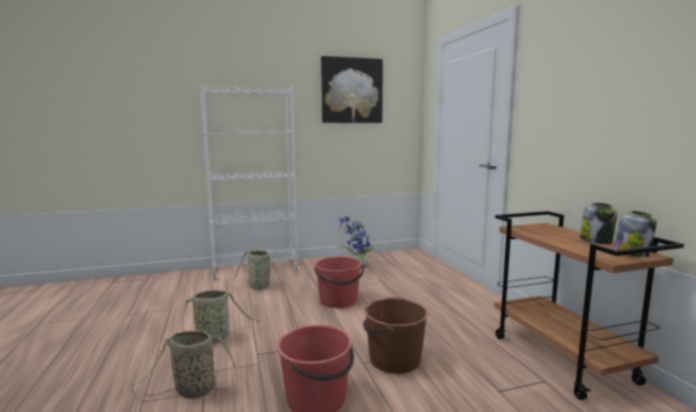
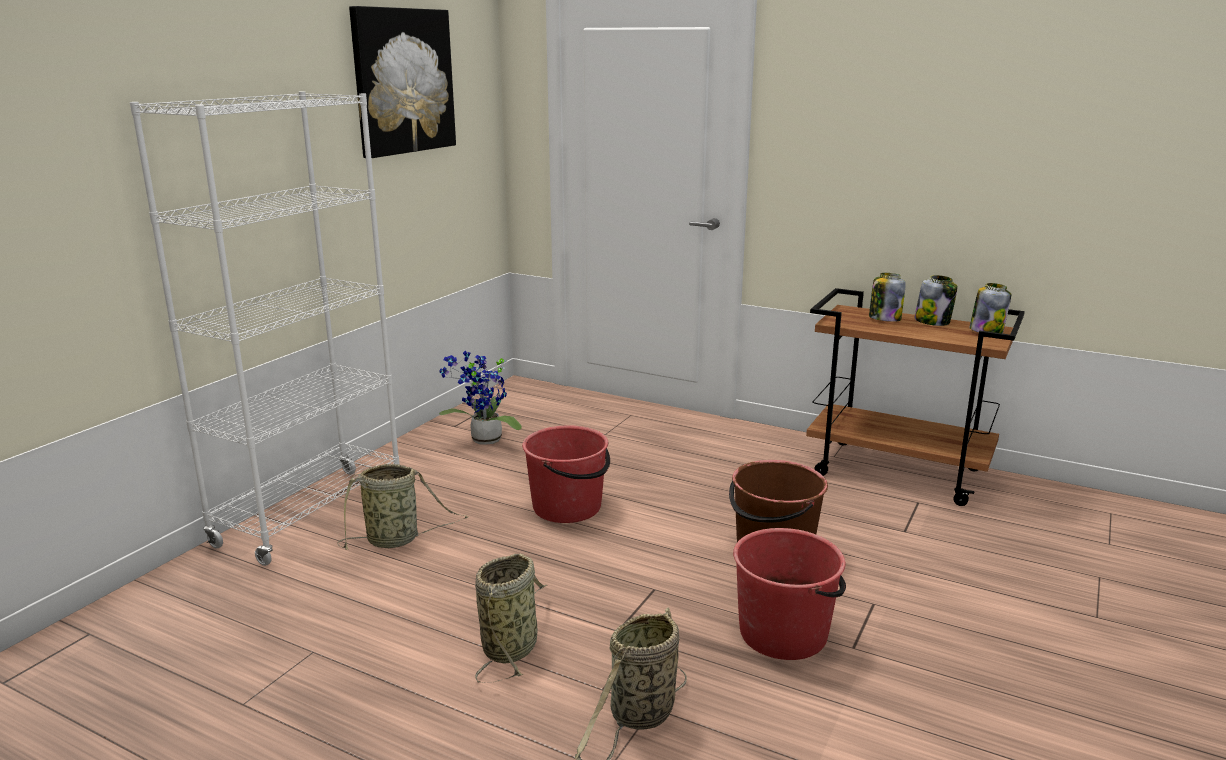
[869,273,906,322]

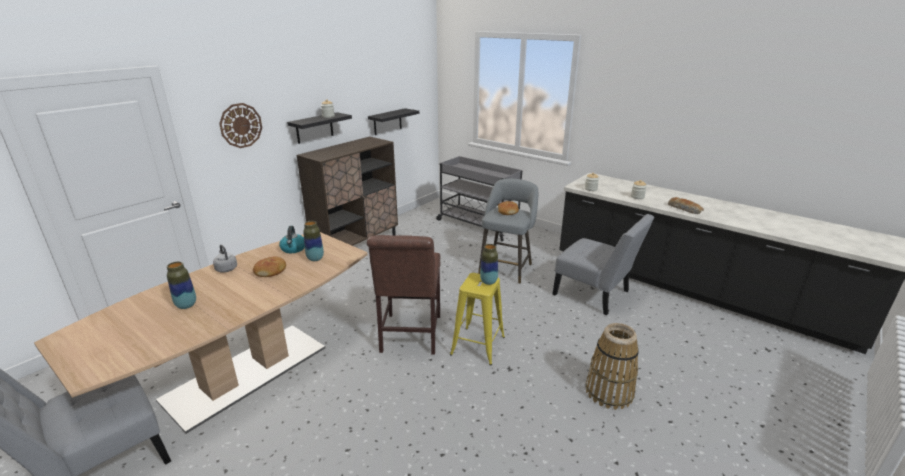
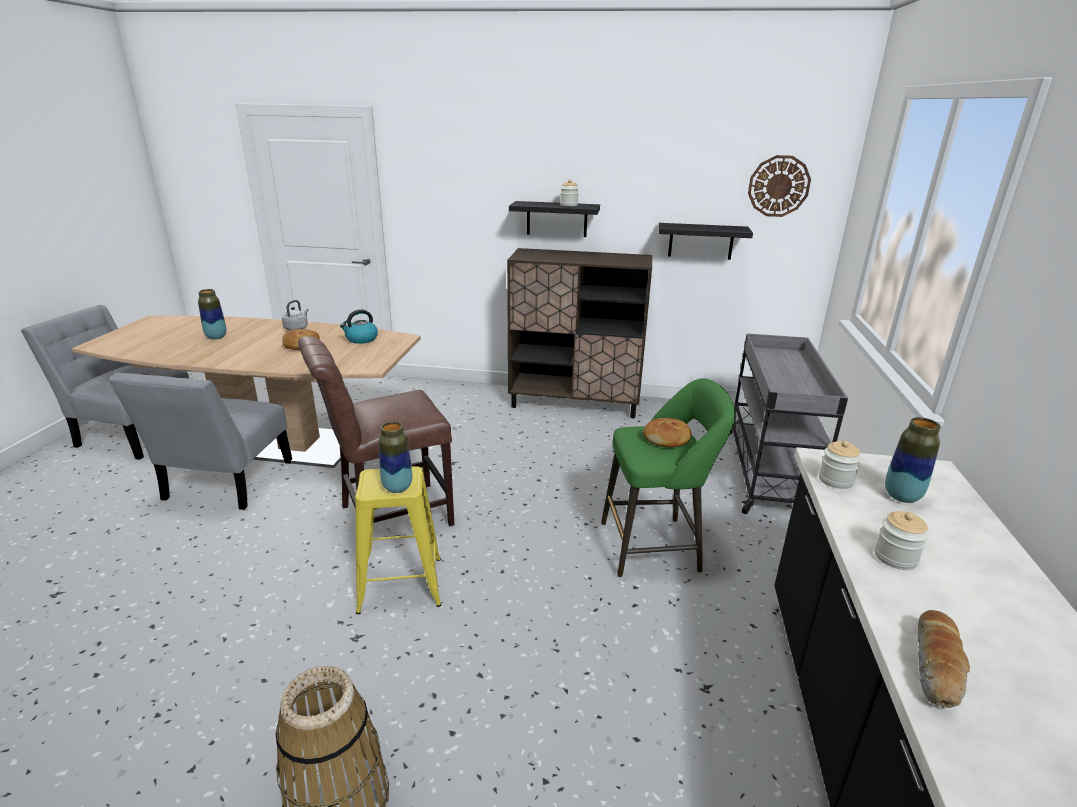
[748,155,811,217]
[885,417,941,503]
[601,378,735,577]
[108,372,292,510]

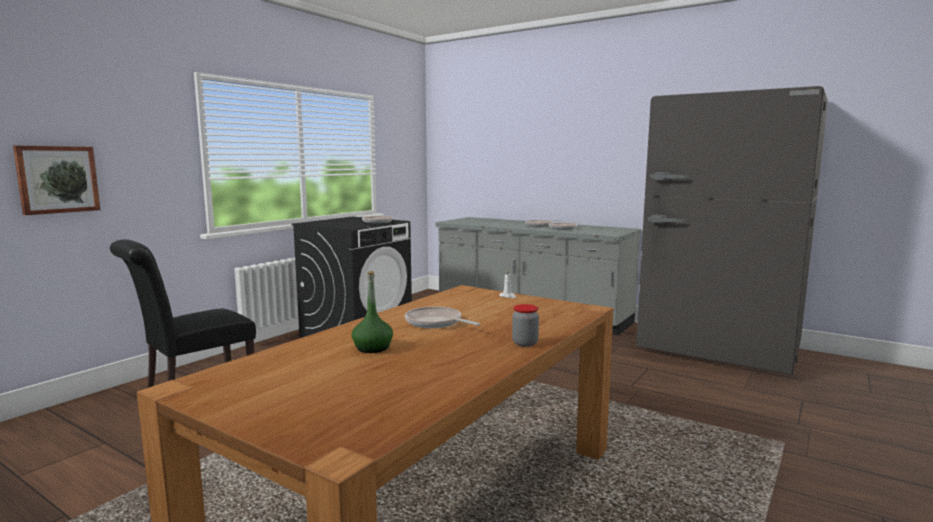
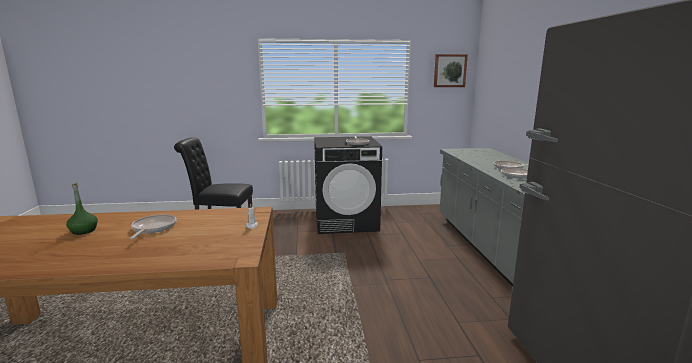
[434,54,468,87]
[512,304,539,347] (first image)

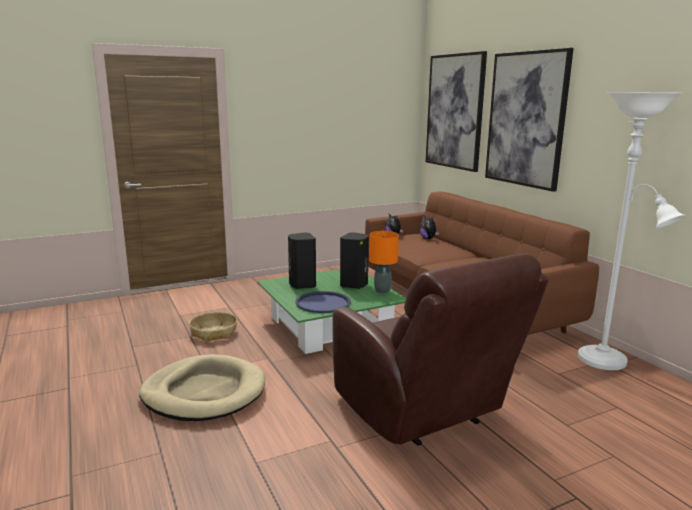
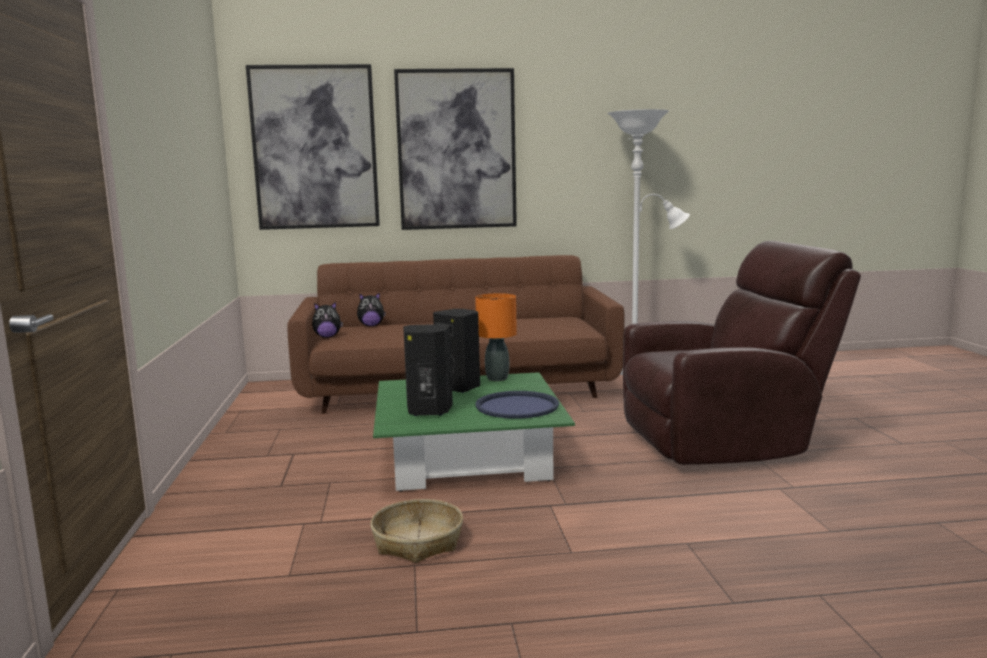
[139,354,265,421] (first image)

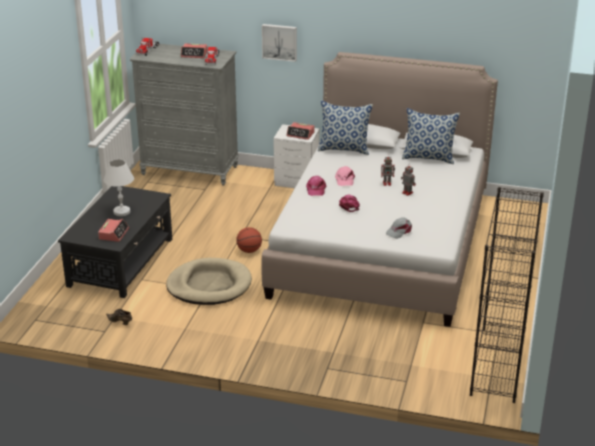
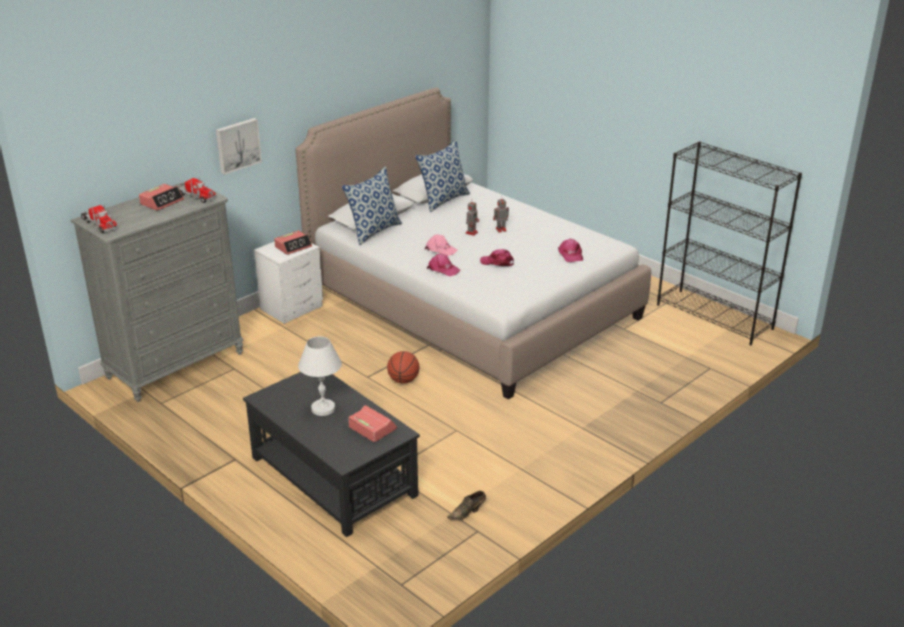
[166,258,252,305] (first image)
[558,239,583,262]

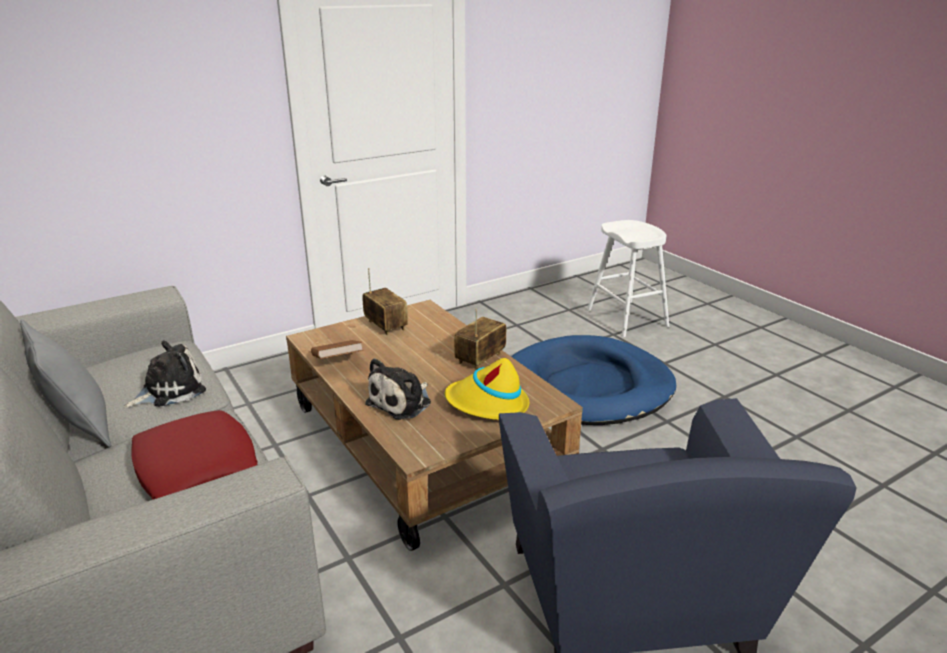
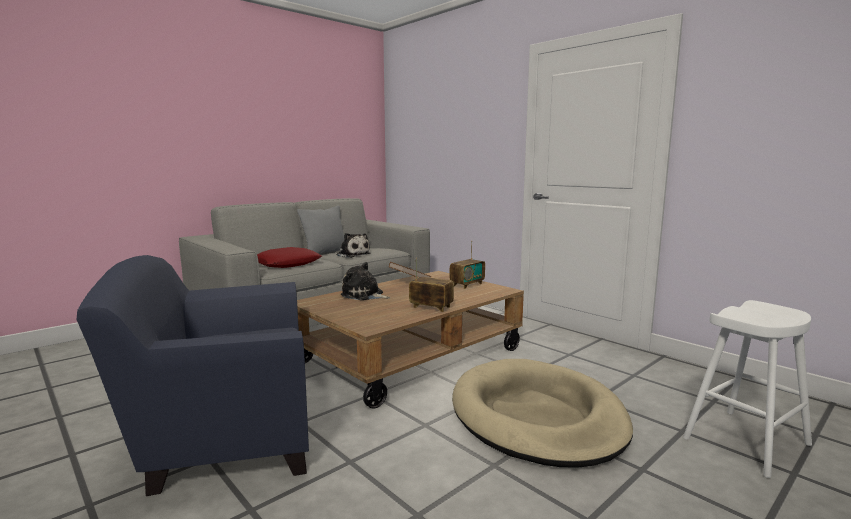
[445,358,529,420] (first image)
[452,359,633,468]

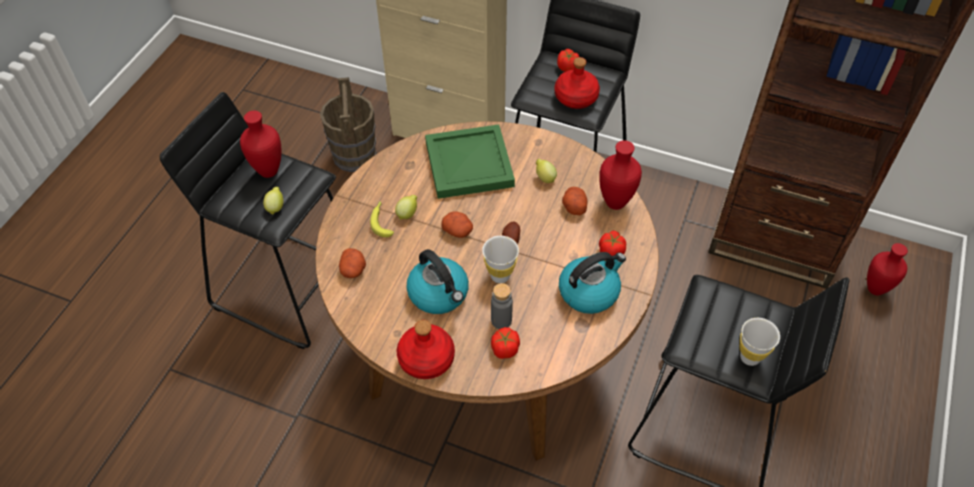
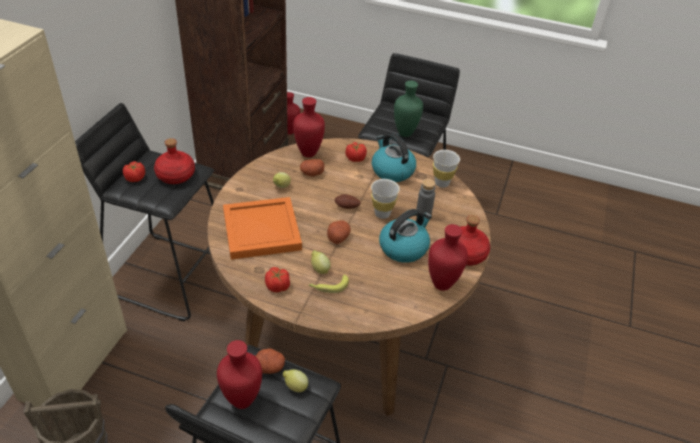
[255,348,285,374]
[223,197,302,260]
[265,267,290,292]
[433,150,460,188]
[394,81,423,137]
[428,224,468,291]

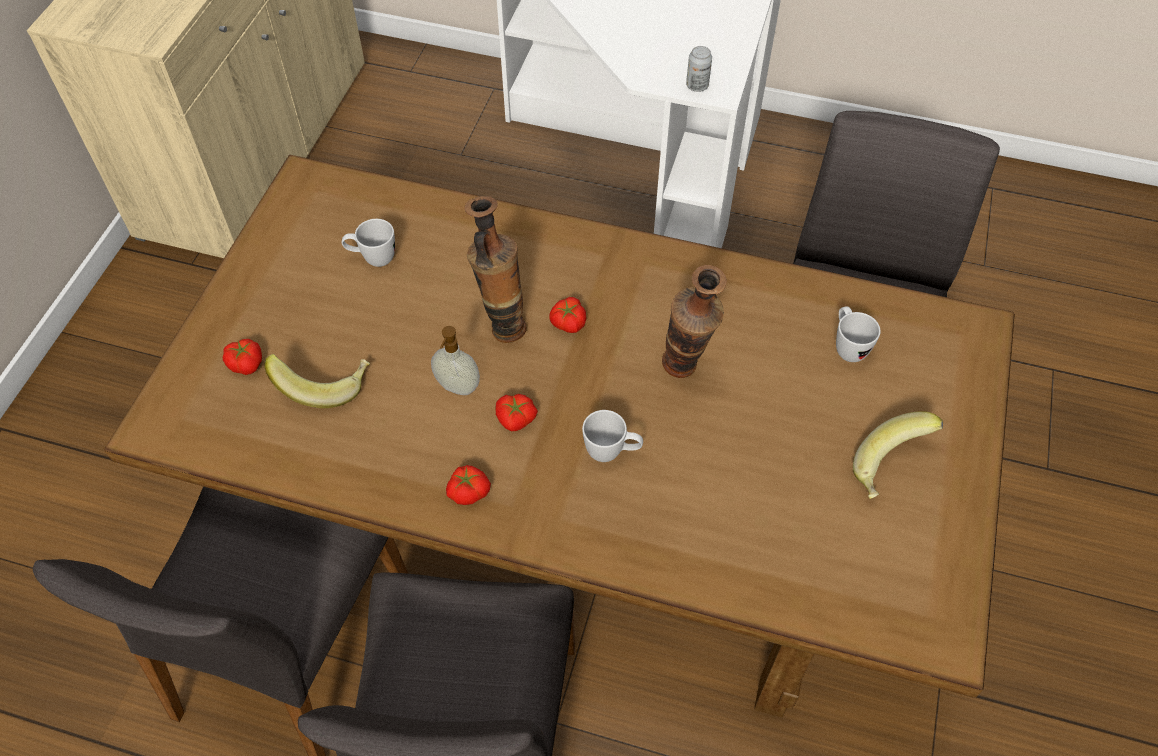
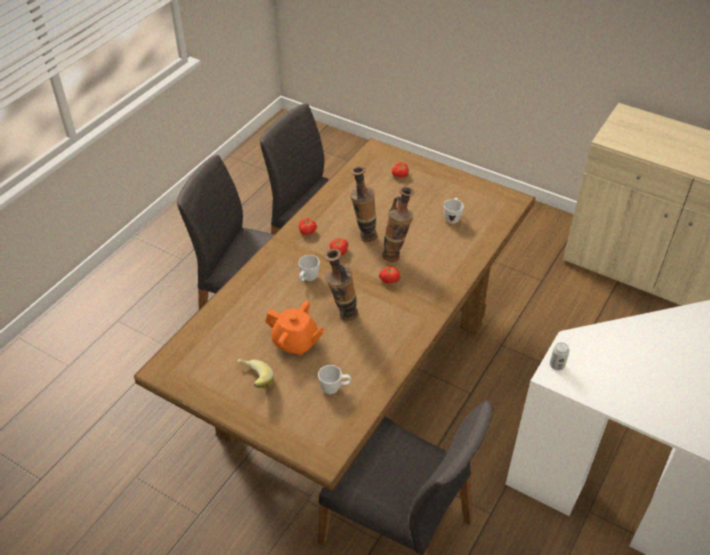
[264,354,370,408] (first image)
[350,166,378,242]
[265,301,325,356]

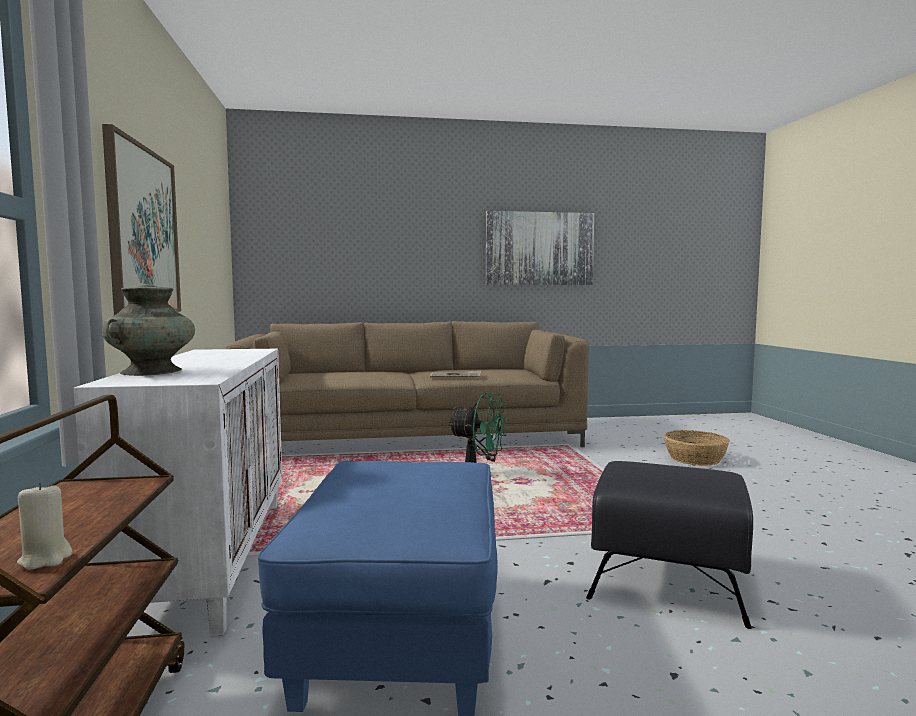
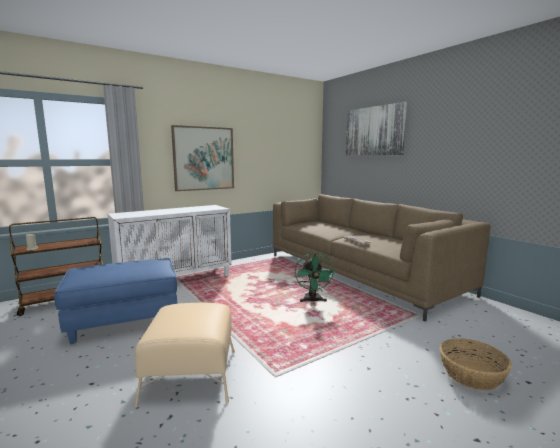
[102,284,195,376] (first image)
[346,102,407,155]
[134,303,235,407]

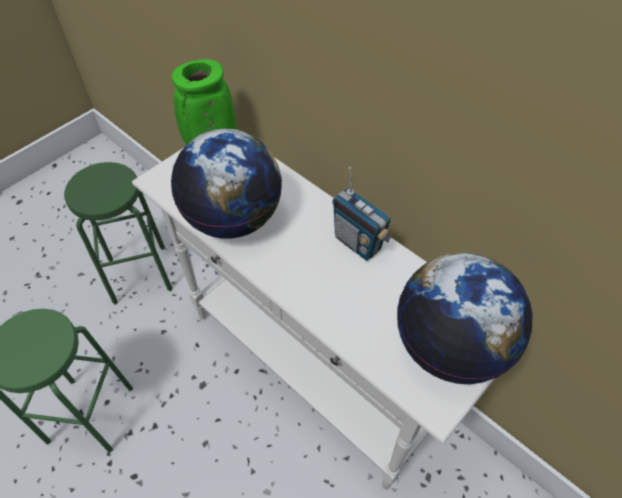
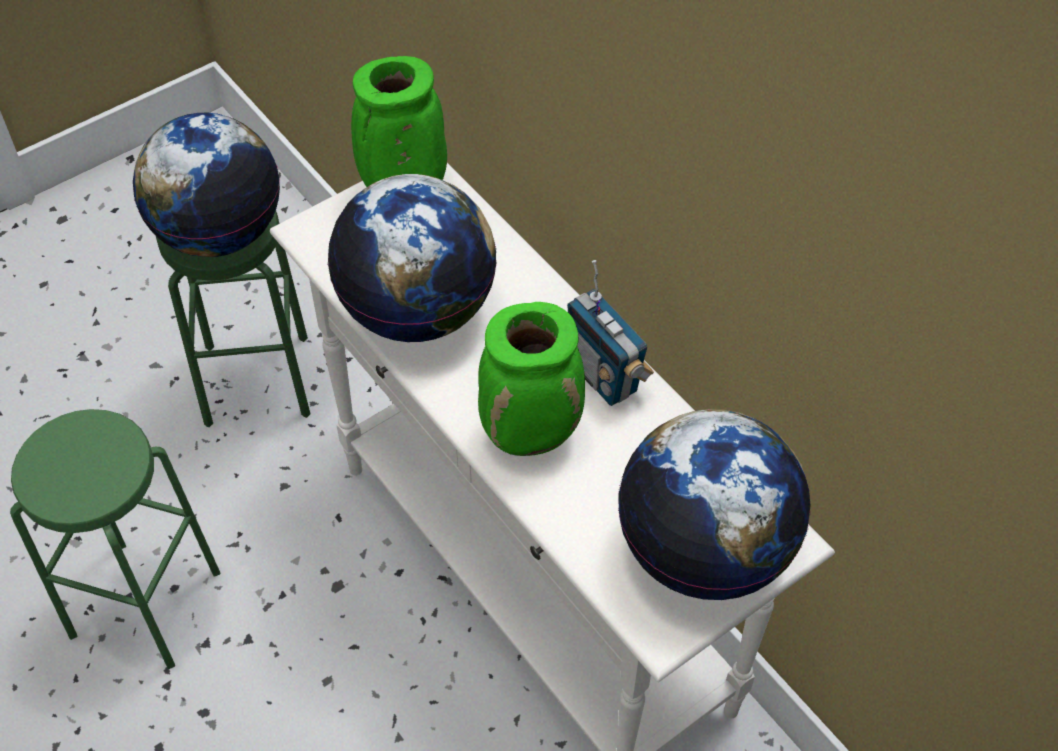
[133,113,280,257]
[478,302,585,456]

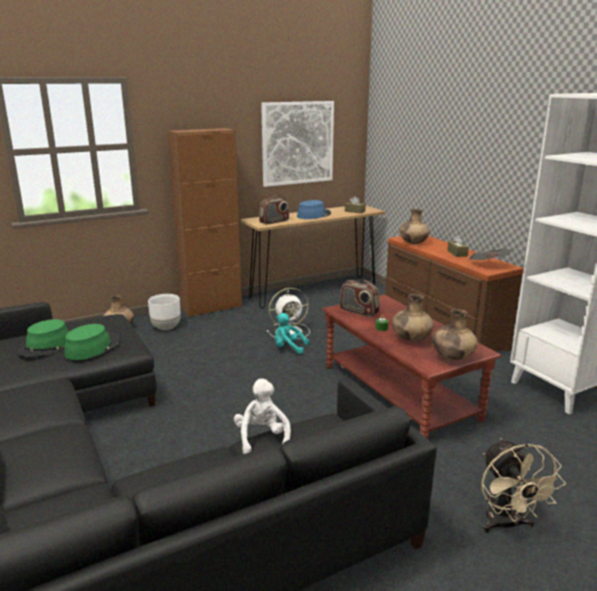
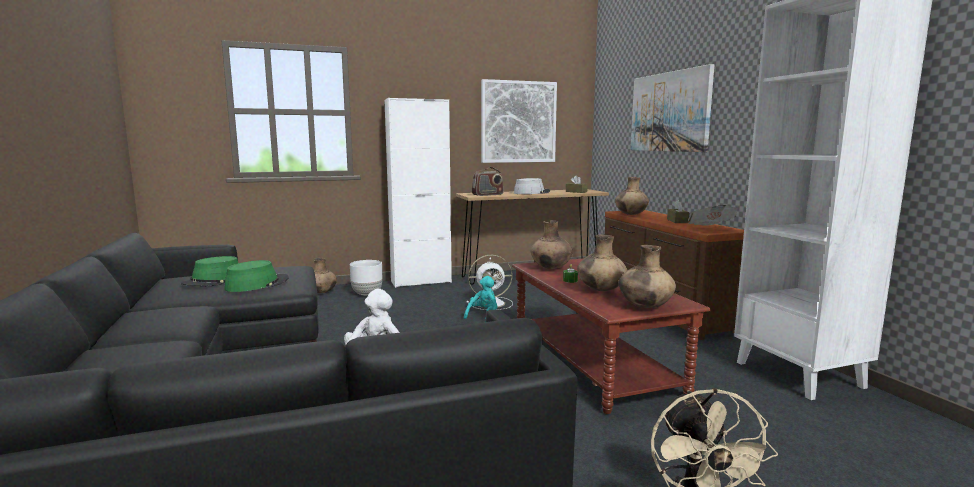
[384,98,452,288]
[464,276,498,321]
[514,178,550,194]
[530,220,573,269]
[631,64,714,152]

